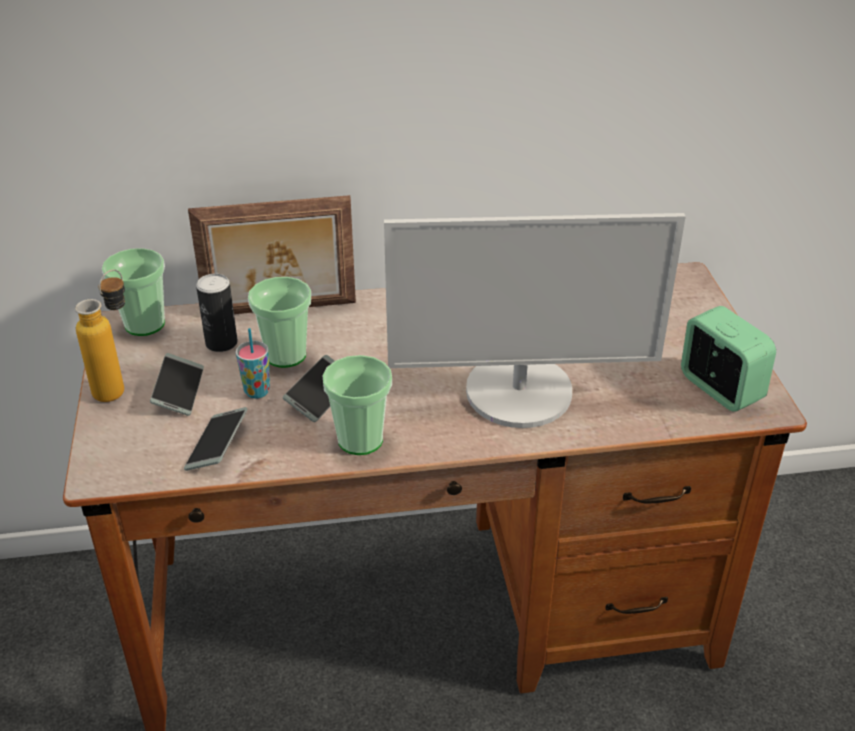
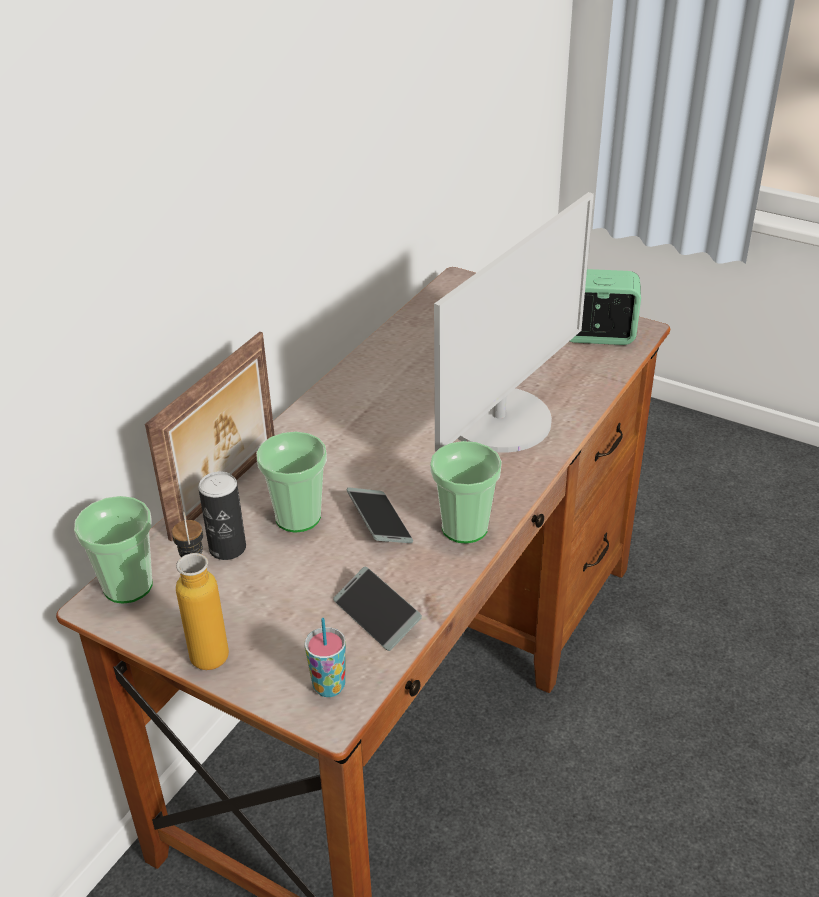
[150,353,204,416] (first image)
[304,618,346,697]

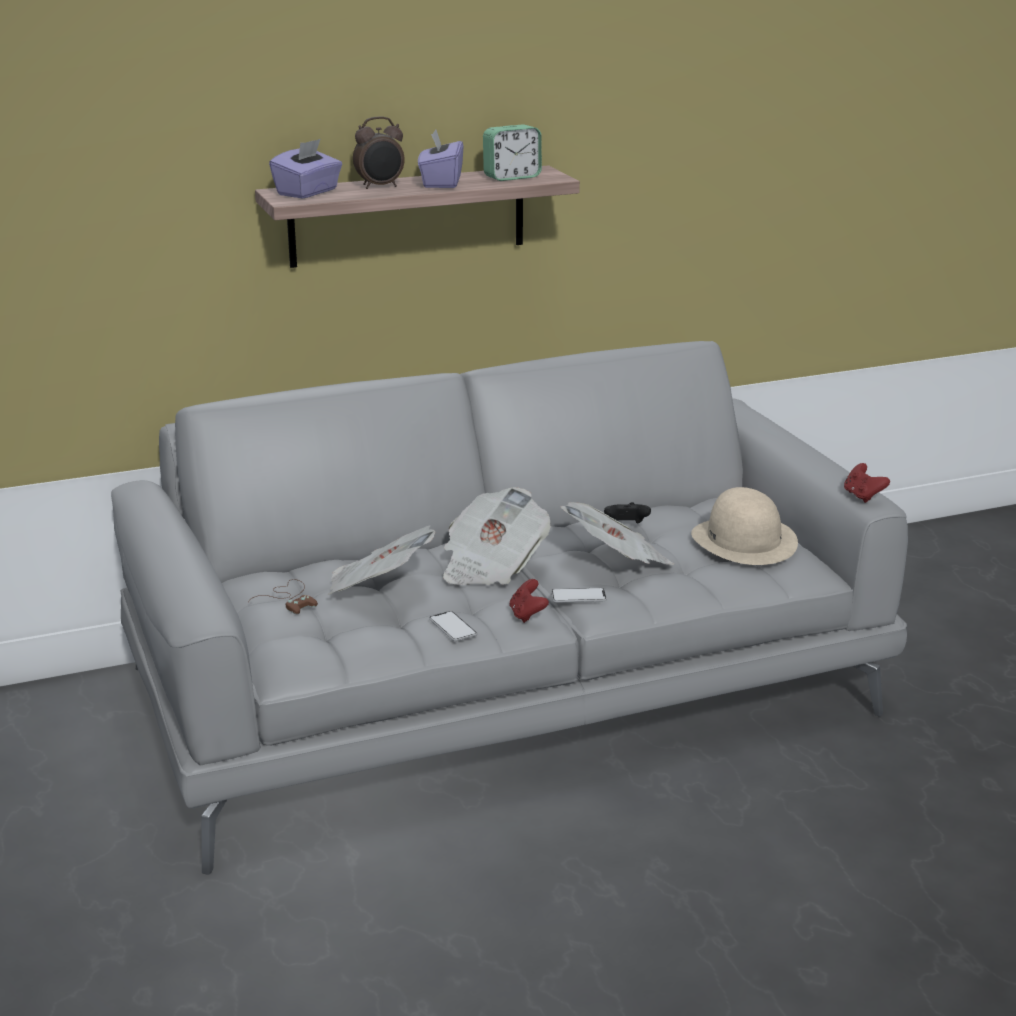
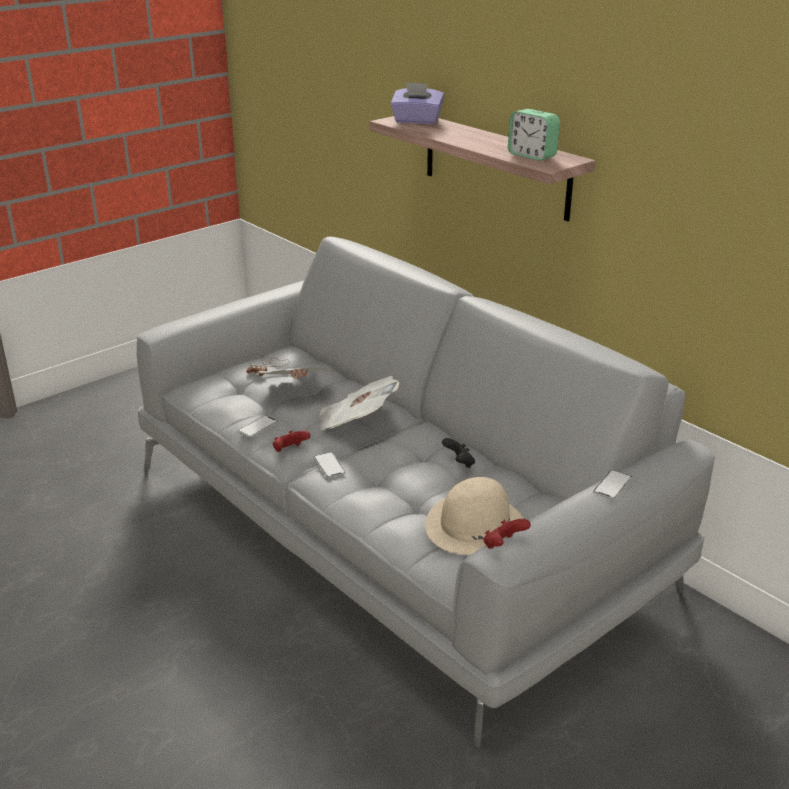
[353,116,405,189] (first image)
[418,129,464,188] (first image)
[560,502,674,565] (first image)
[593,470,632,500]

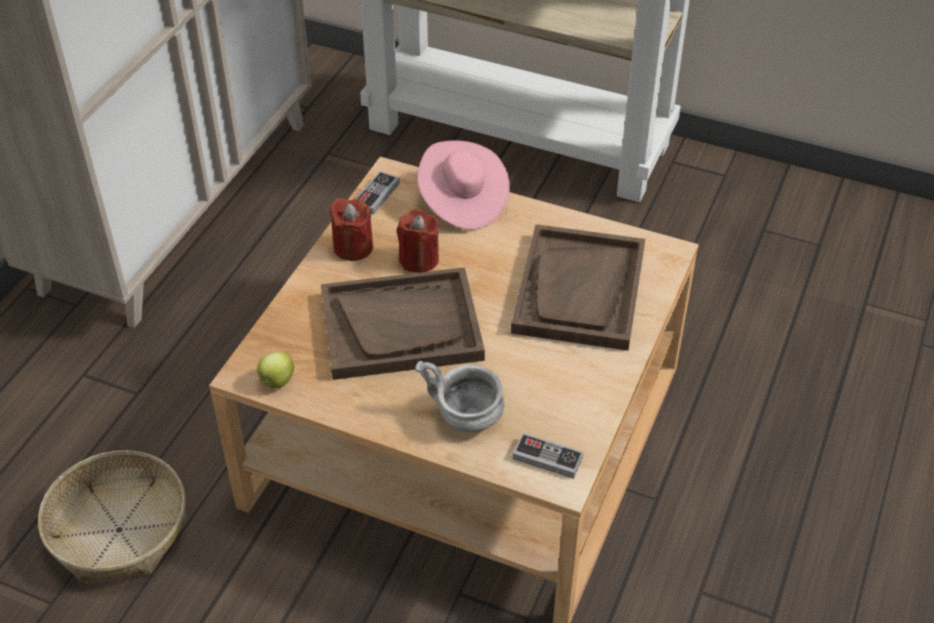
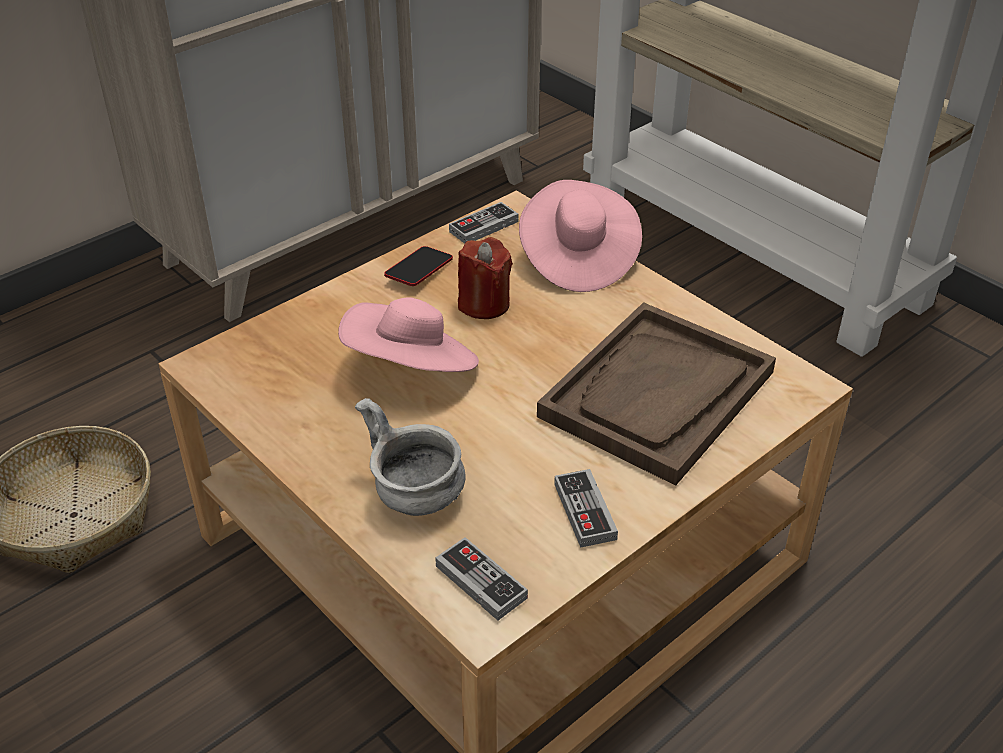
[257,351,294,389] (first image)
[338,297,479,372]
[384,246,453,286]
[554,469,618,548]

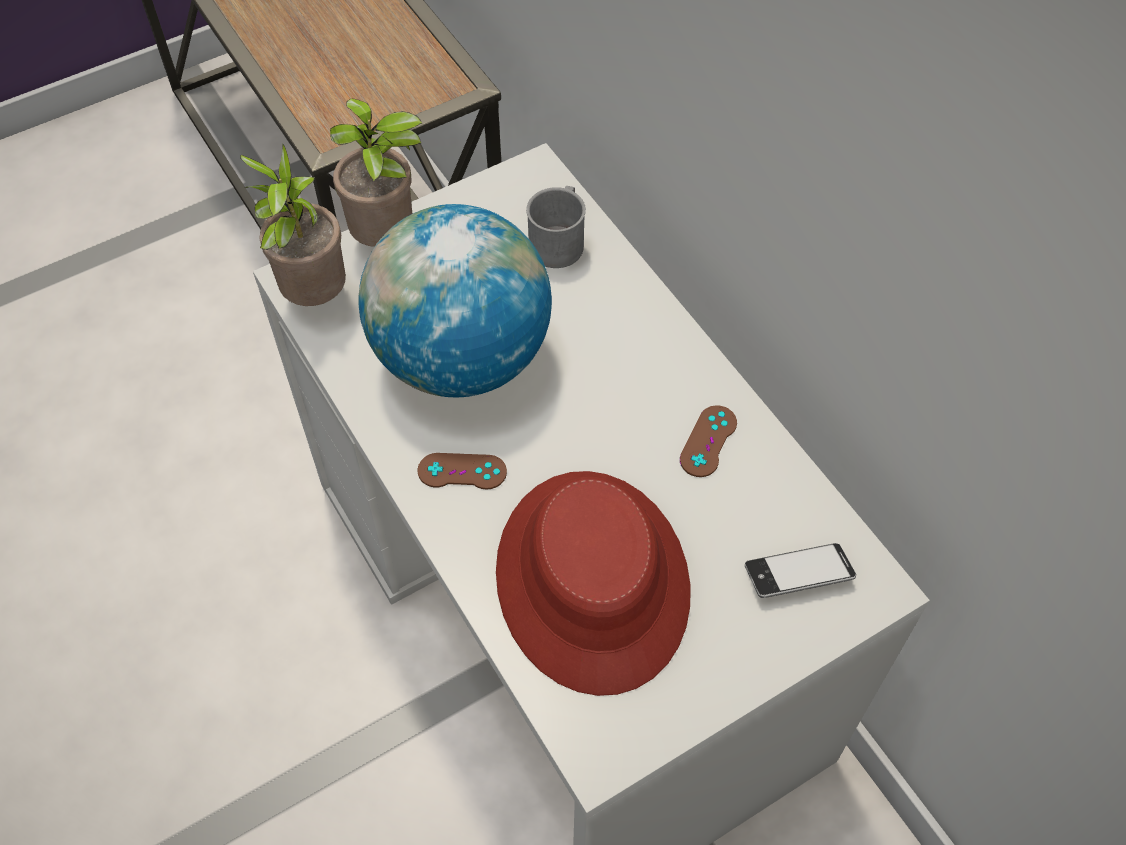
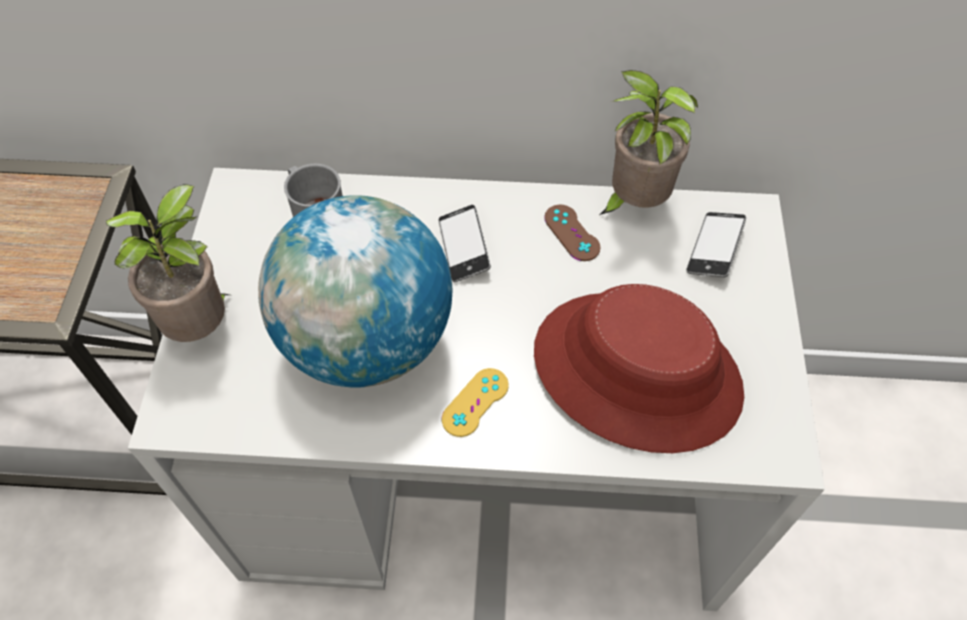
[599,70,698,215]
[442,368,509,437]
[438,205,491,282]

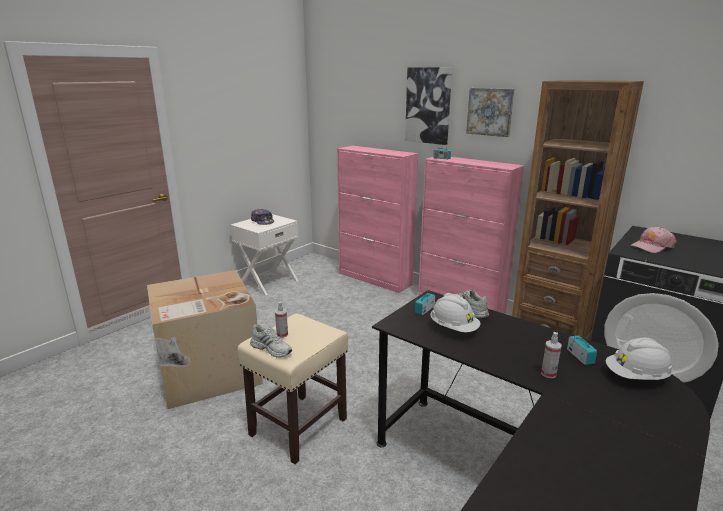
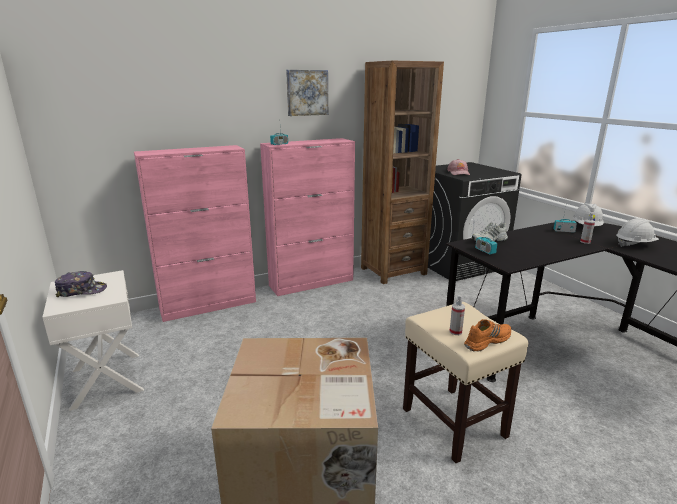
[464,319,511,352]
[405,67,452,145] (first image)
[616,218,659,247]

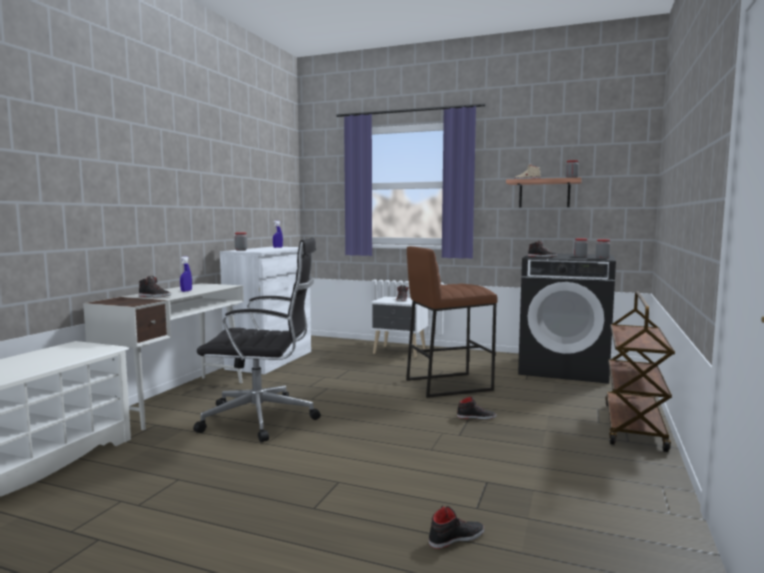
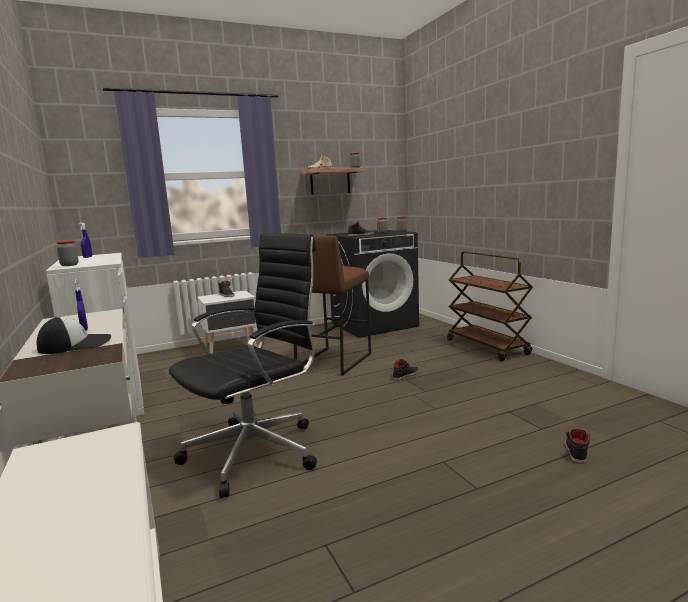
[37,316,111,354]

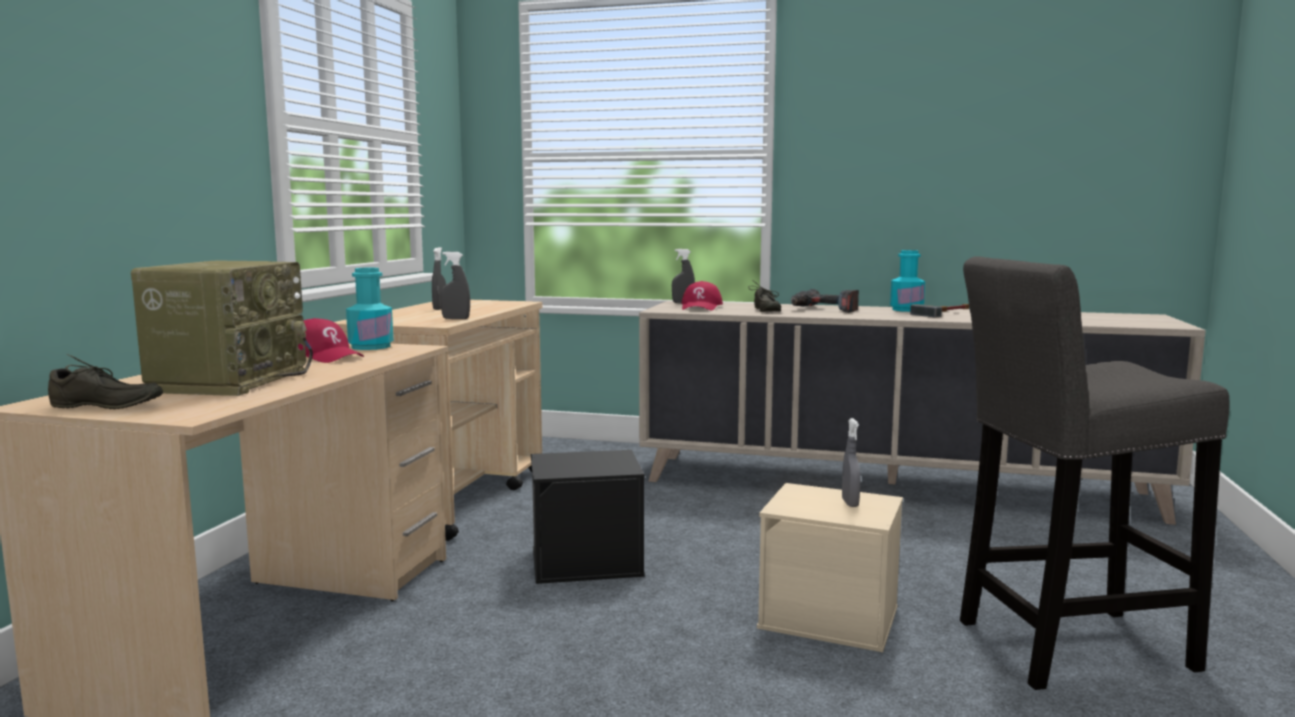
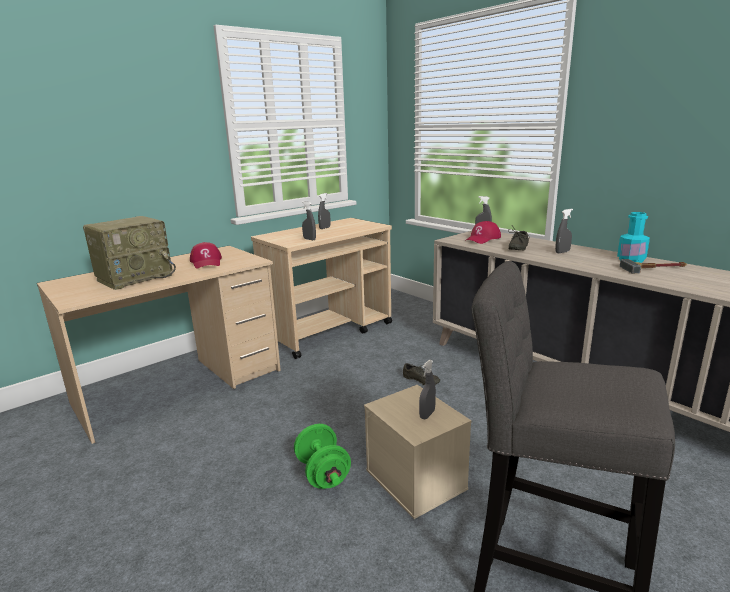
[403,363,440,385]
[346,268,394,350] (first image)
[531,450,645,584] (first image)
[555,209,573,253]
[294,424,351,489]

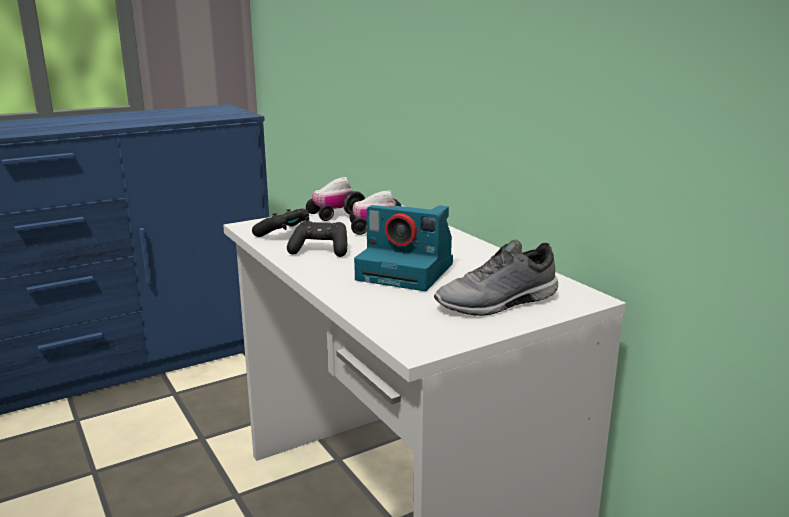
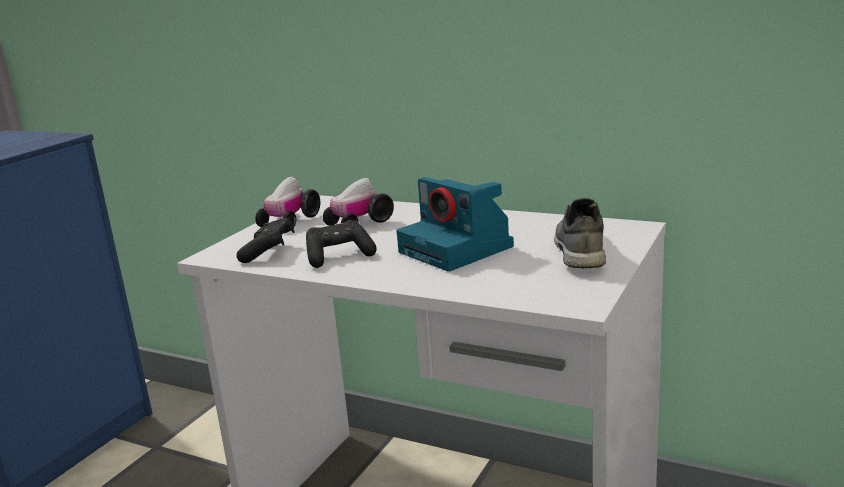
[396,177,514,271]
[554,198,606,269]

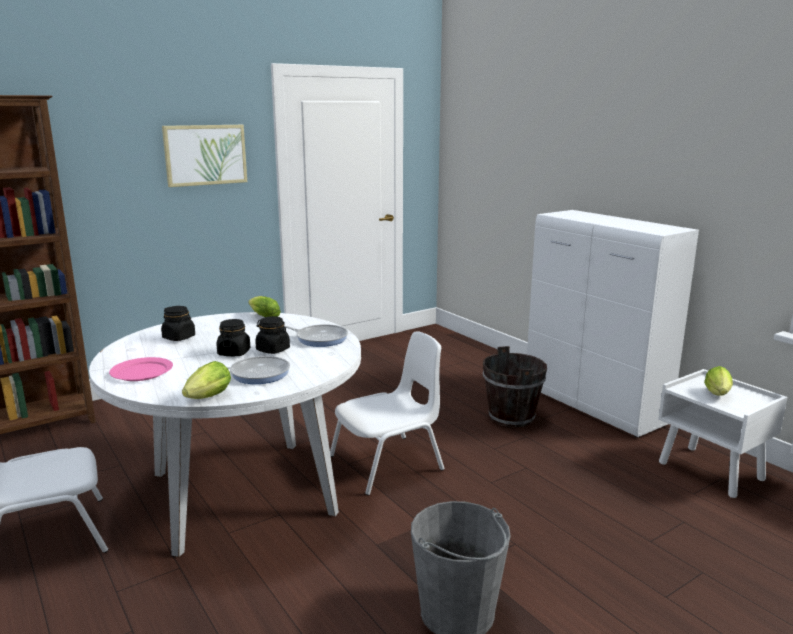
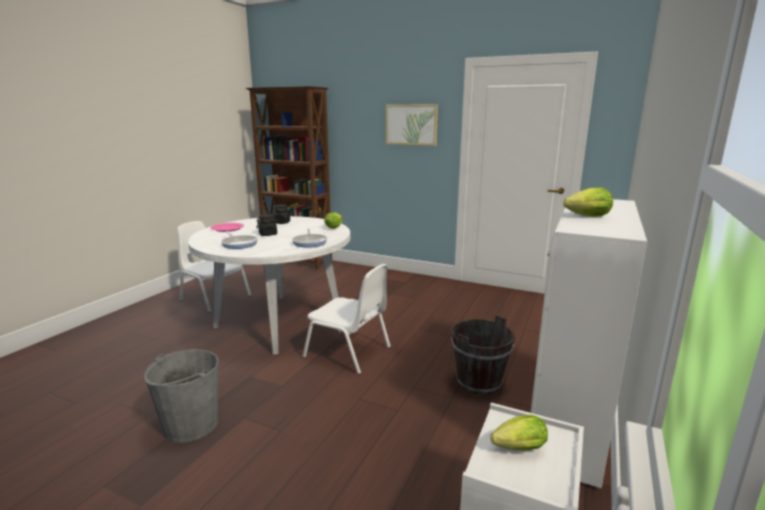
[563,187,613,217]
[255,316,290,354] (first image)

